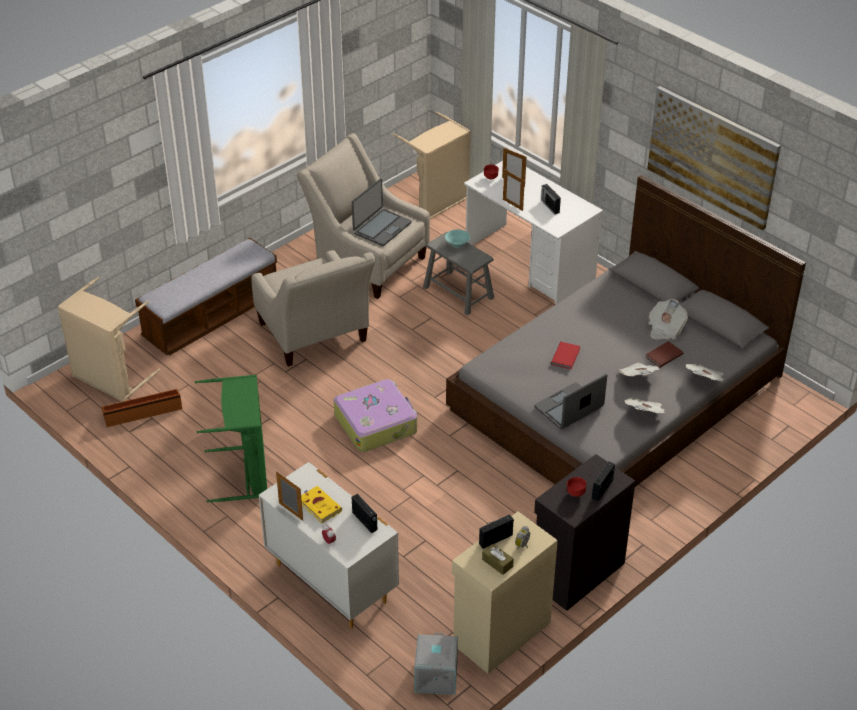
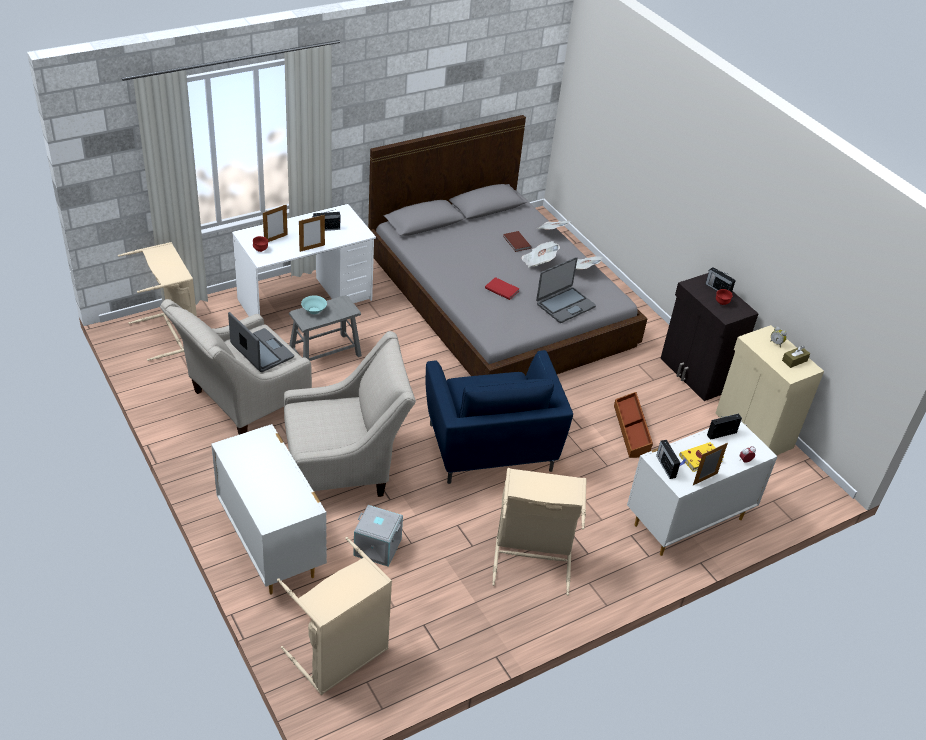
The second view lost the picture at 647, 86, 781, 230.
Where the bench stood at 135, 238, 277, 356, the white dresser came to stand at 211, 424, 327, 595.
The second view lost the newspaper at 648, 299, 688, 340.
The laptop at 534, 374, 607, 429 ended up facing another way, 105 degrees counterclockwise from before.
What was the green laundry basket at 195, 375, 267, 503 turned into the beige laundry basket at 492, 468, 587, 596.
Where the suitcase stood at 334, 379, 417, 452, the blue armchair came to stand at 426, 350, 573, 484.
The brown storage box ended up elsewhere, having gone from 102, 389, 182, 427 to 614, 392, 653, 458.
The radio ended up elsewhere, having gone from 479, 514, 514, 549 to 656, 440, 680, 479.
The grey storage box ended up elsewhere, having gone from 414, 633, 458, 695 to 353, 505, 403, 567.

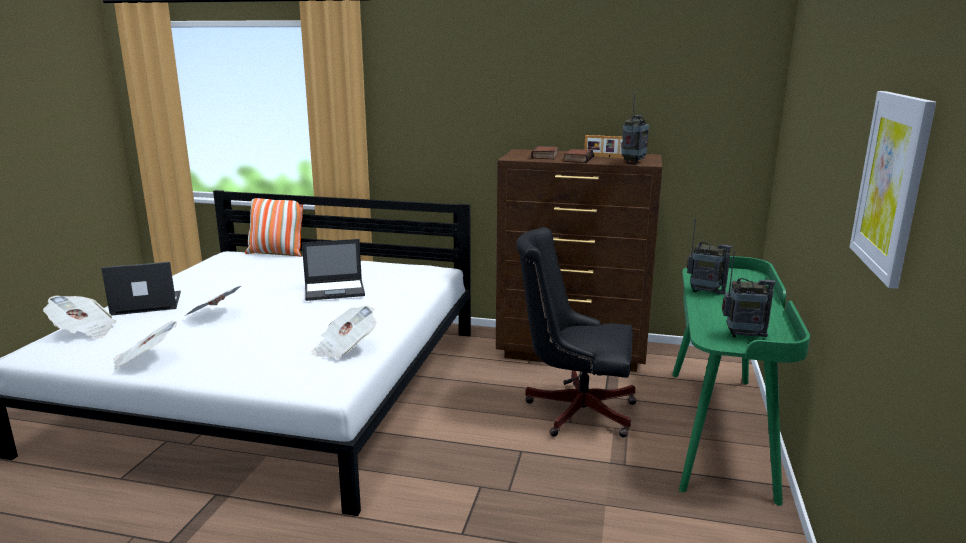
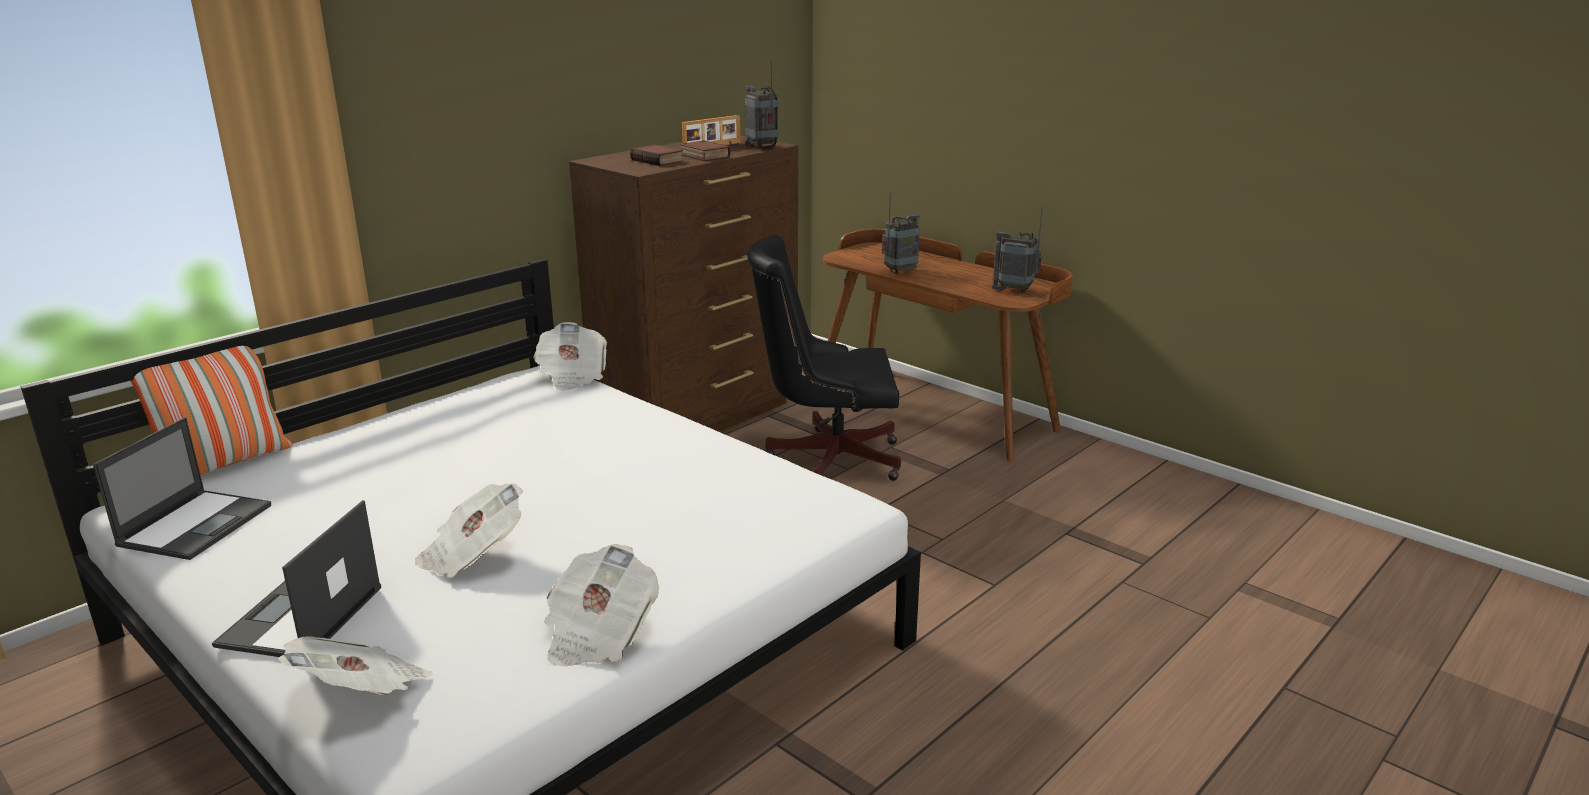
The second view lost the picture at 850, 91, 936, 289.
The black office chair at 516, 227, 637, 437 ended up facing another way, 45 degrees clockwise from before.
The laptop ended up elsewhere, having gone from 302, 239, 365, 301 to 93, 417, 271, 560.
The radio at 722, 251, 775, 338 ended up facing another way, 105 degrees counterclockwise from before.
What was the green desk at 672, 256, 810, 506 turned into the brown desk at 823, 229, 1073, 461.
The newspaper ended up elsewhere, having gone from 312, 306, 377, 359 to 533, 322, 607, 391.

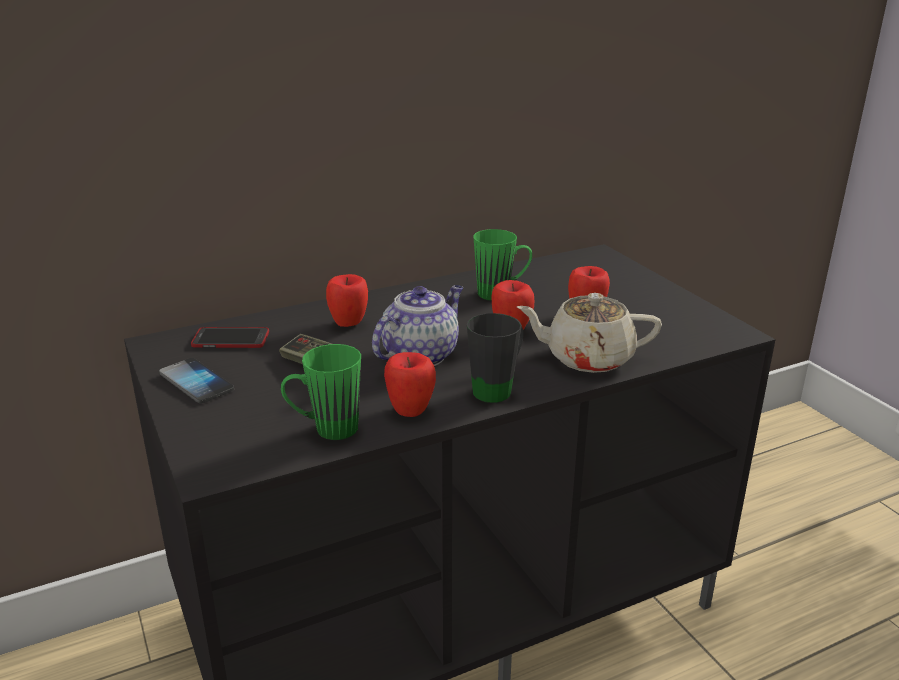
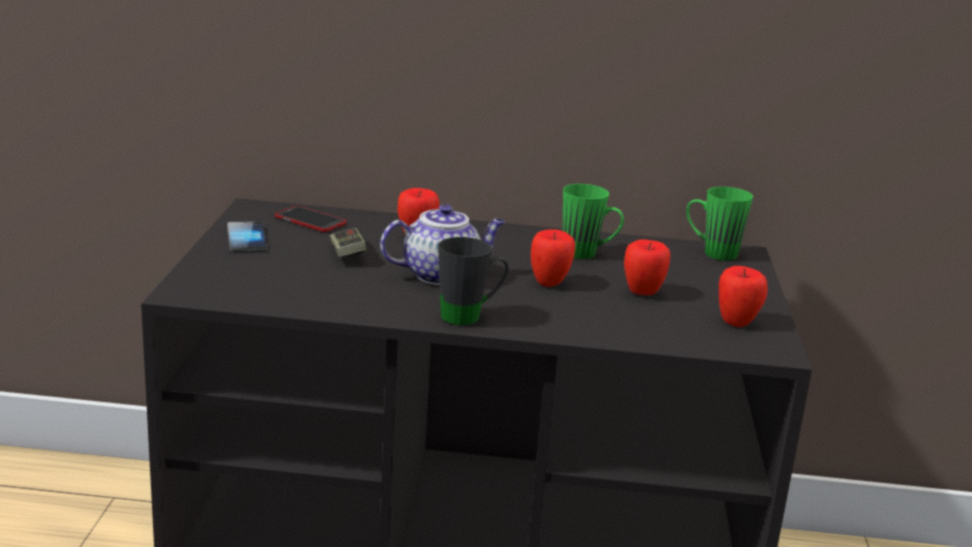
The second view lost the beige teapot at 517, 293, 662, 373.
The green mug ended up elsewhere, having gone from 281, 344, 361, 440 to 686, 187, 753, 261.
The apple ended up elsewhere, having gone from 384, 352, 436, 417 to 719, 266, 768, 327.

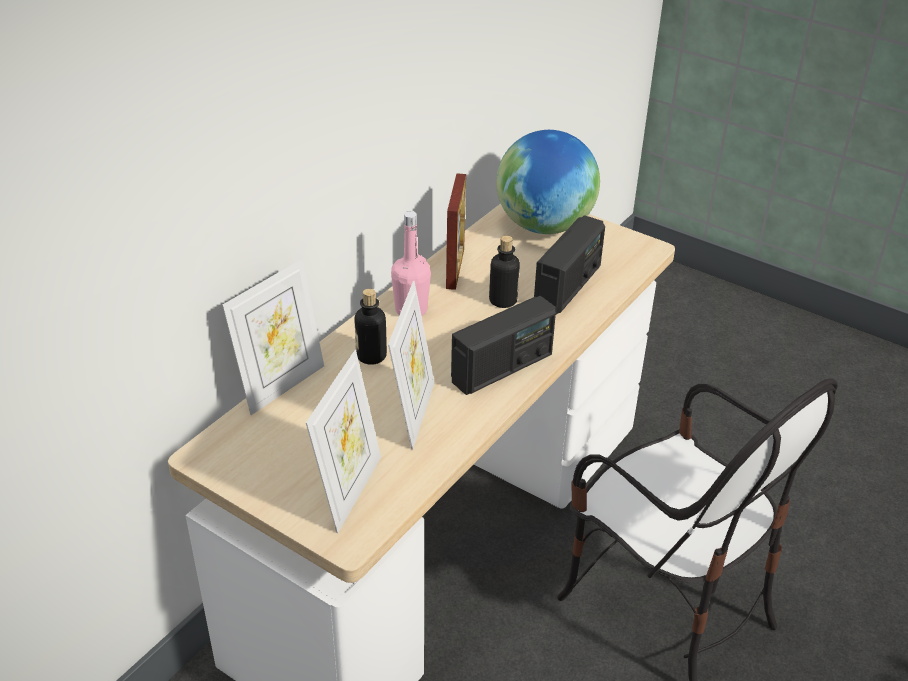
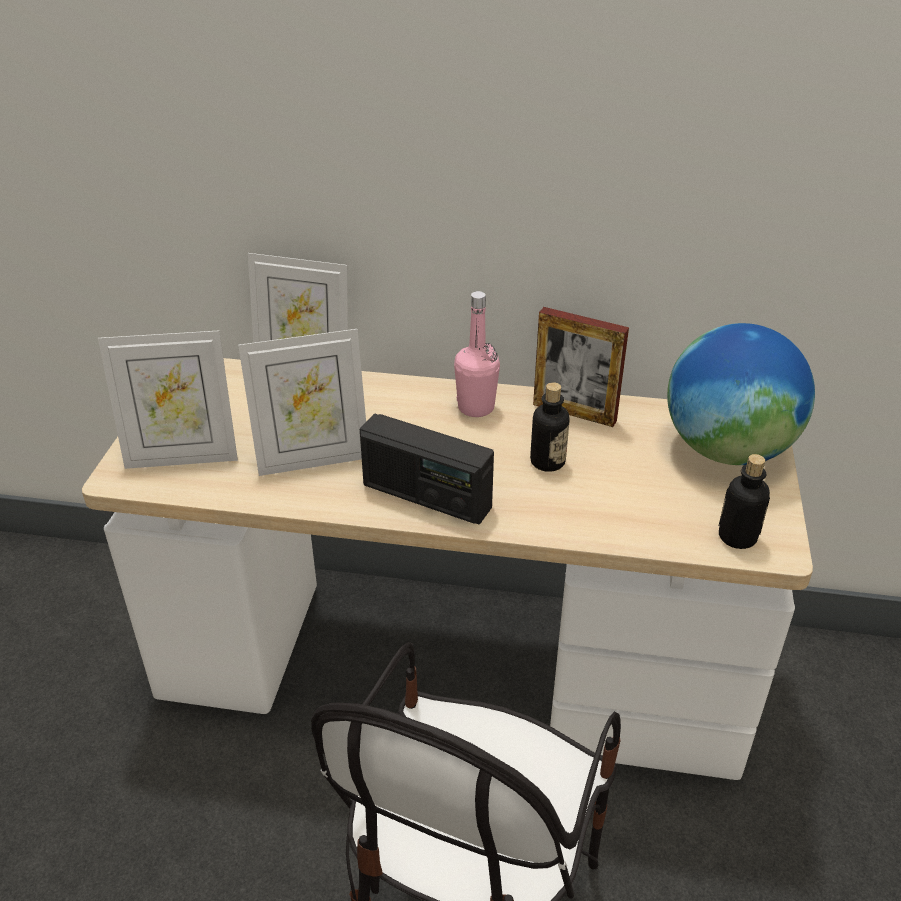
The picture frame at 446, 173, 466, 290 ended up facing another way, 45 degrees clockwise from before.
The second view lost the radio at 534, 215, 605, 315.
The bottle ended up elsewhere, having gone from 354, 289, 387, 365 to 719, 454, 770, 549.

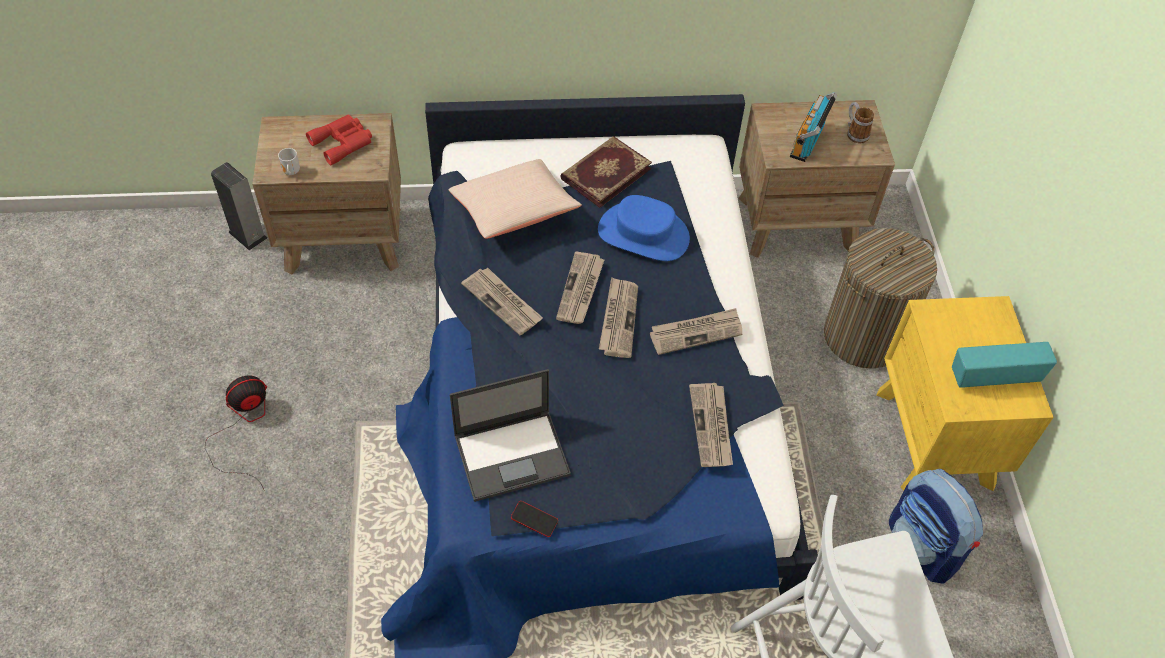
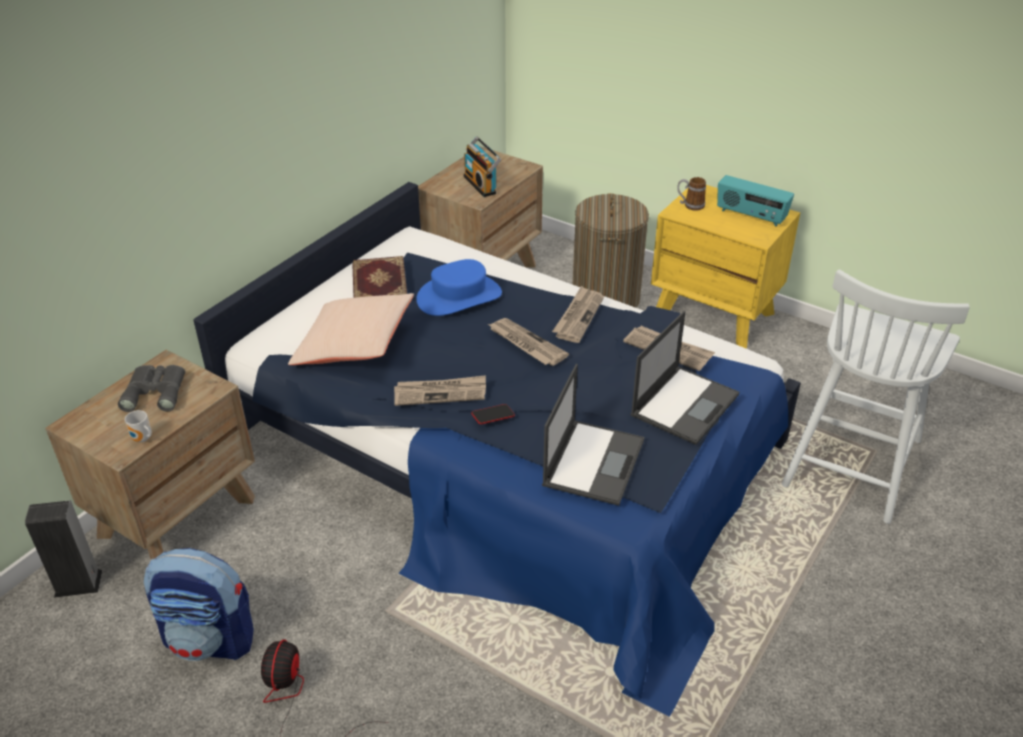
The mug ended up elsewhere, having gone from 847, 102, 874, 143 to 677, 177, 706, 211.
What was the red binoculars at 306, 115, 372, 165 turned into the grey binoculars at 118, 365, 185, 412.
The second view lost the newspaper at 556, 251, 605, 324.
The radio at 952, 342, 1057, 388 ended up facing another way, 90 degrees counterclockwise from before.
The backpack ended up elsewhere, having gone from 889, 469, 983, 584 to 144, 548, 254, 661.
The phone ended up elsewhere, having gone from 511, 501, 558, 537 to 471, 404, 515, 424.
The second view gained the laptop at 630, 311, 739, 445.

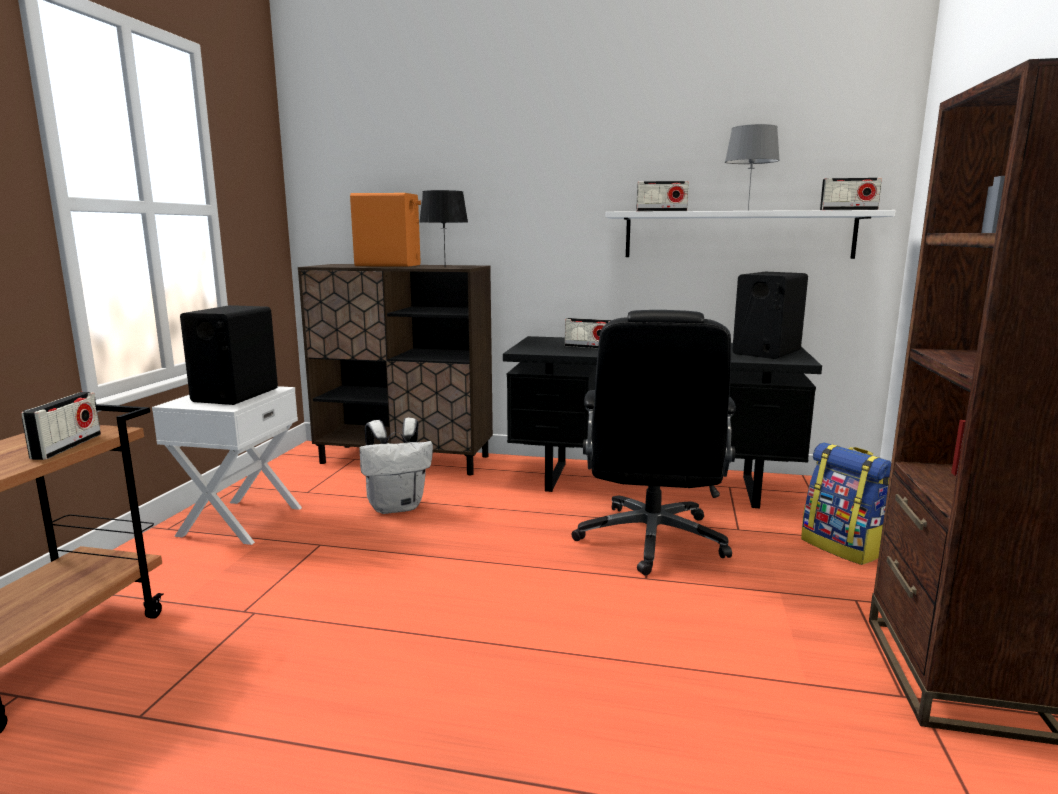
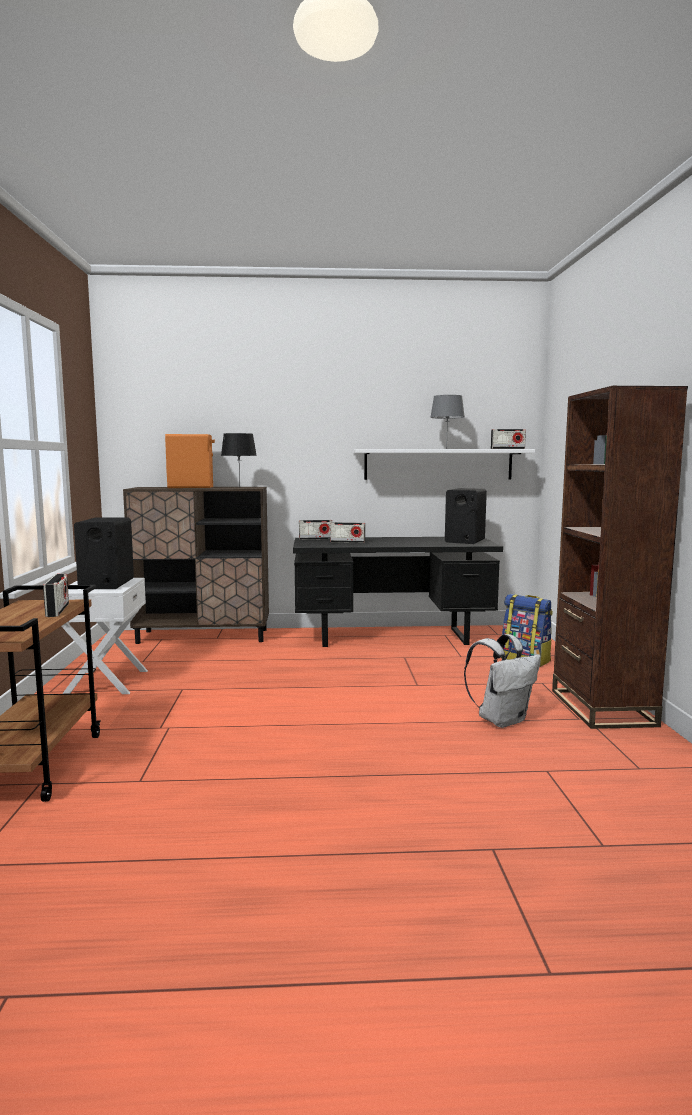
The radio ended up elsewhere, having gone from 636, 181, 689, 211 to 299, 520, 332, 540.
The second view lost the black office chair at 571, 310, 736, 576.
The white backpack ended up elsewhere, having gone from 359, 418, 433, 514 to 464, 634, 541, 728.

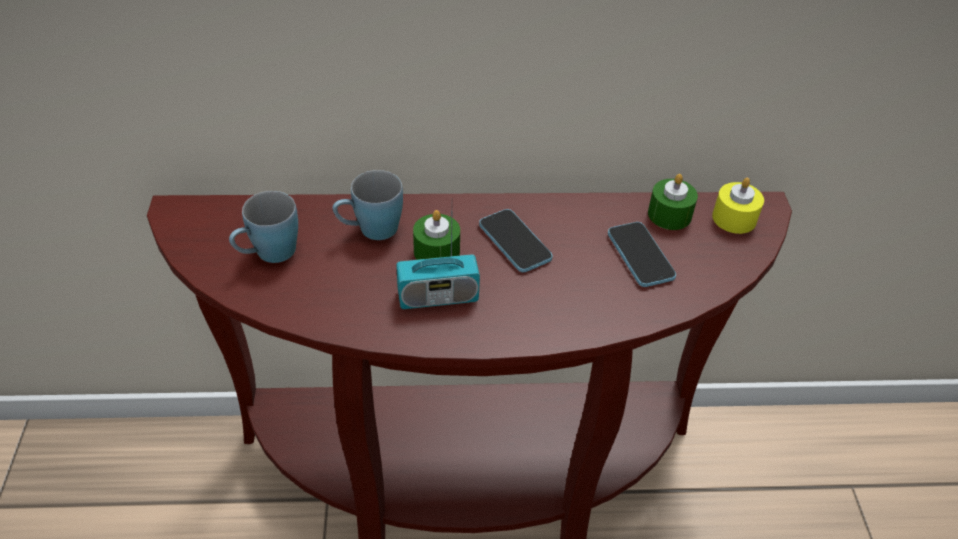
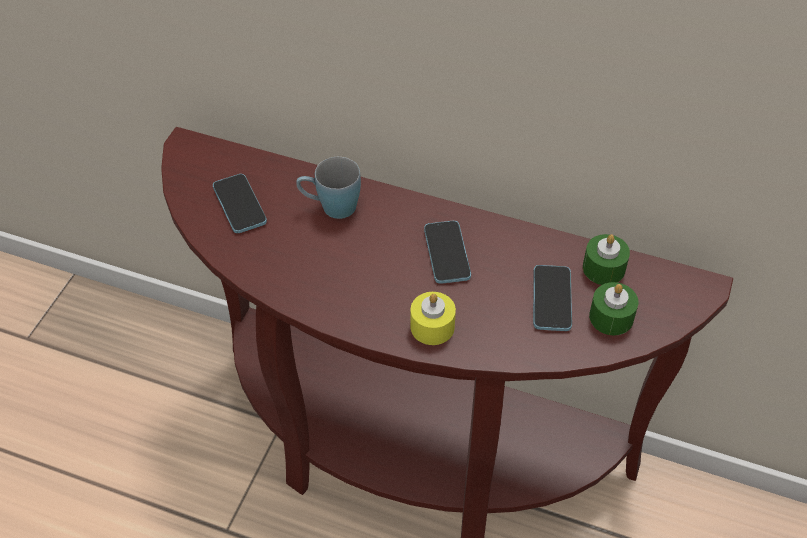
The yellow candle ended up elsewhere, having gone from 712, 178, 764, 234 to 410, 292, 456, 345.
Where the blue mug stood at 229, 191, 298, 263, the phone came to stand at 213, 174, 267, 233.
The green candle ended up elsewhere, having gone from 413, 210, 460, 260 to 589, 282, 638, 336.
The second view lost the radio at 396, 214, 480, 309.

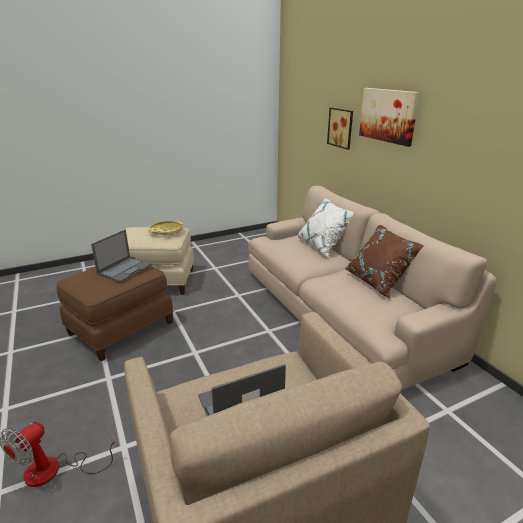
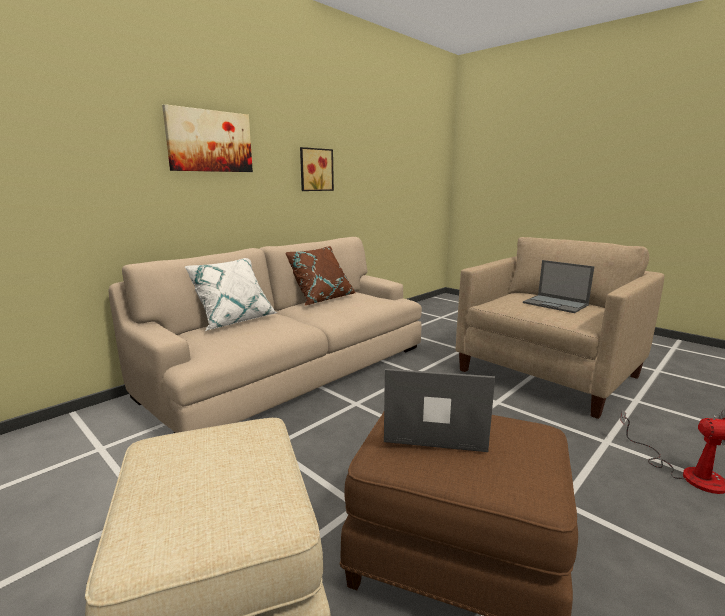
The picture ended up elsewhere, having gone from 327, 108, 353, 150 to 300, 147, 334, 191.
The second view lost the yellow tray at 148, 221, 183, 236.

